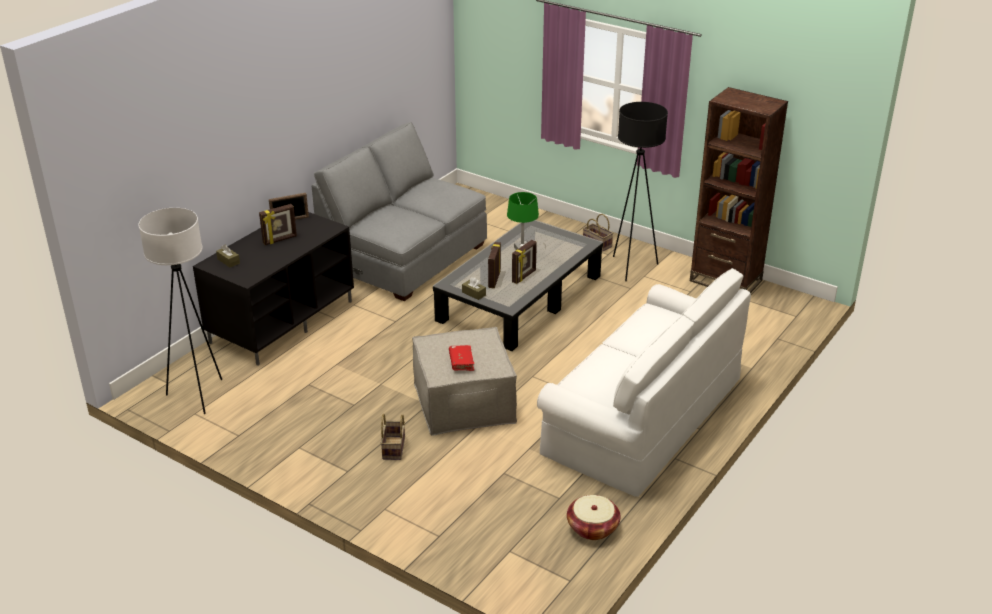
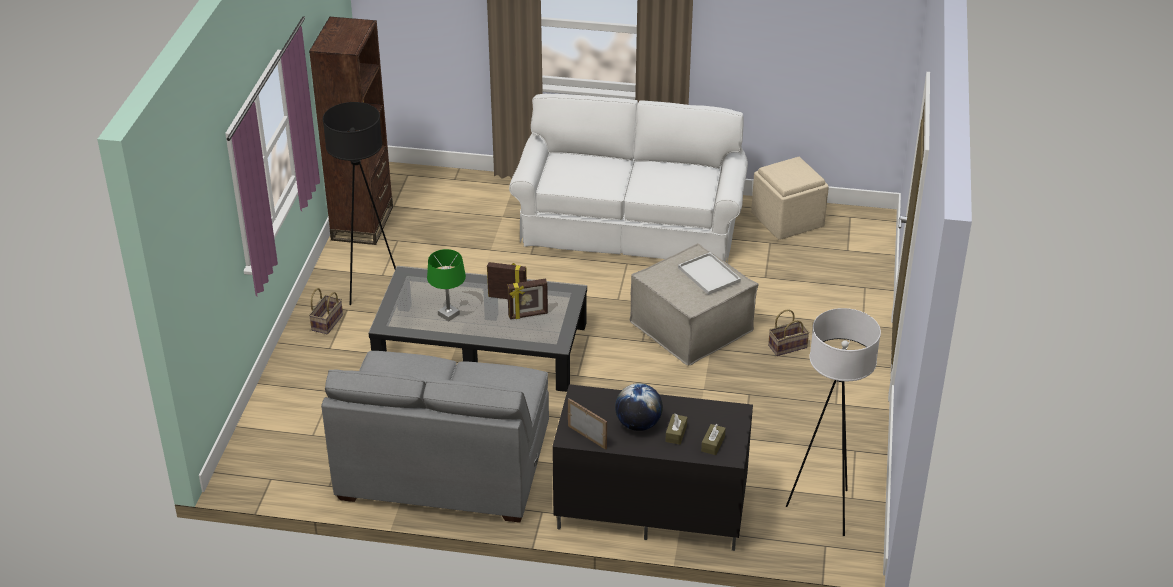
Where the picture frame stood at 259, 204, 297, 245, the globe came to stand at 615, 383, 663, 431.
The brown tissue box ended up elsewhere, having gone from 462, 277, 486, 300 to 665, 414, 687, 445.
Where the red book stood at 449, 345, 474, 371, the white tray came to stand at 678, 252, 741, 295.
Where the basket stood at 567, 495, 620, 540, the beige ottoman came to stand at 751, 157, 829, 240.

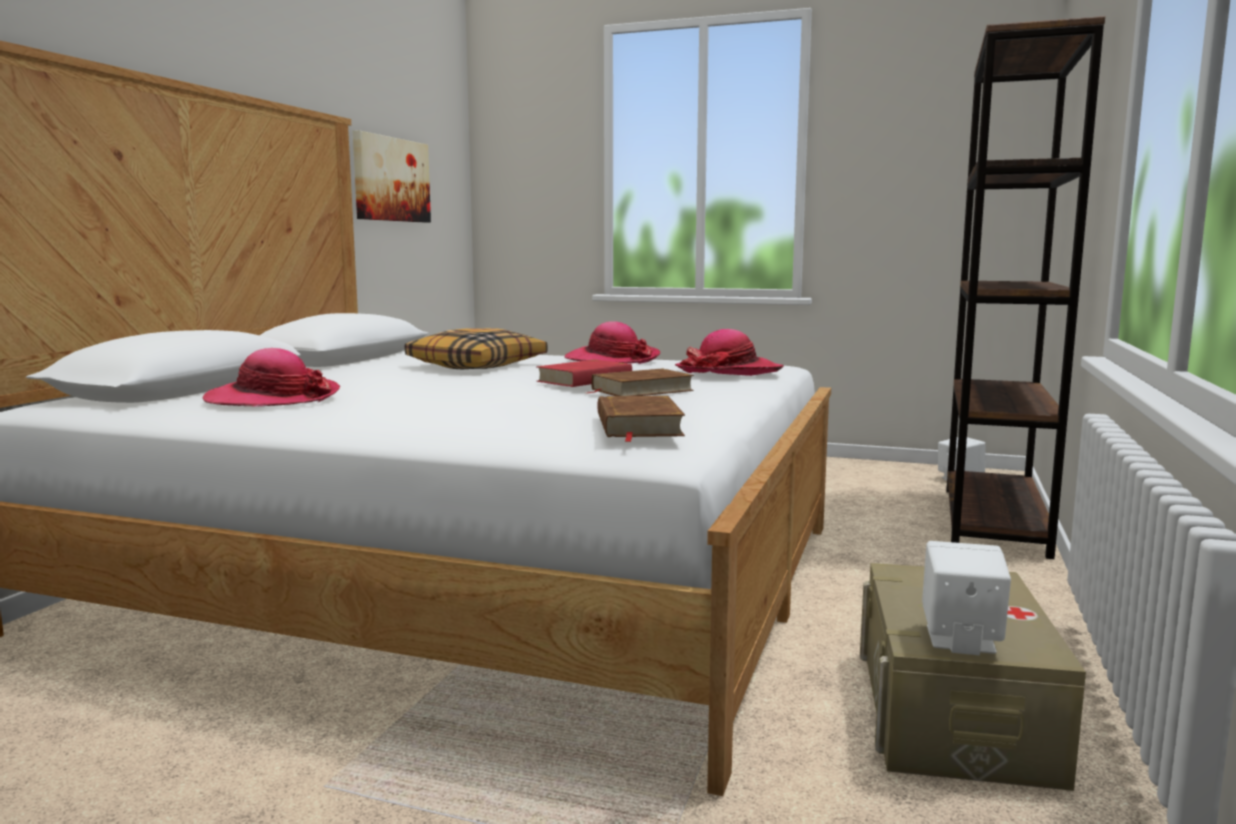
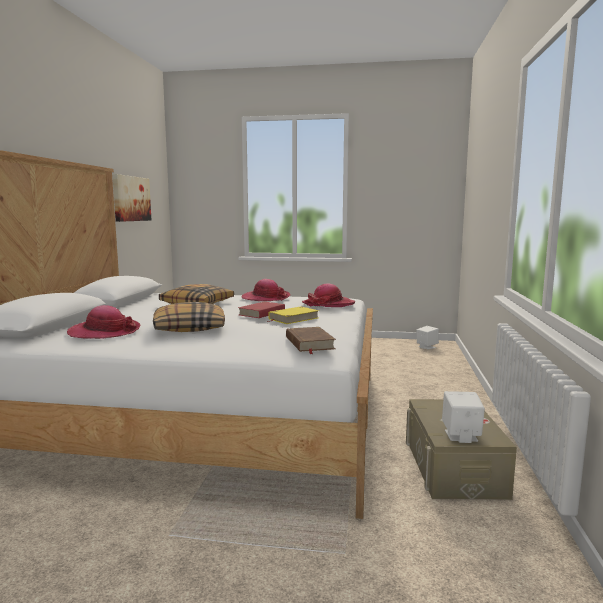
The second view lost the brown bookcase at 946, 16, 1105, 559.
What was the brown book at 586, 368, 694, 396 turned into the yellow book at 266, 306, 319, 324.
The second view gained the pillow at 153, 302, 225, 332.

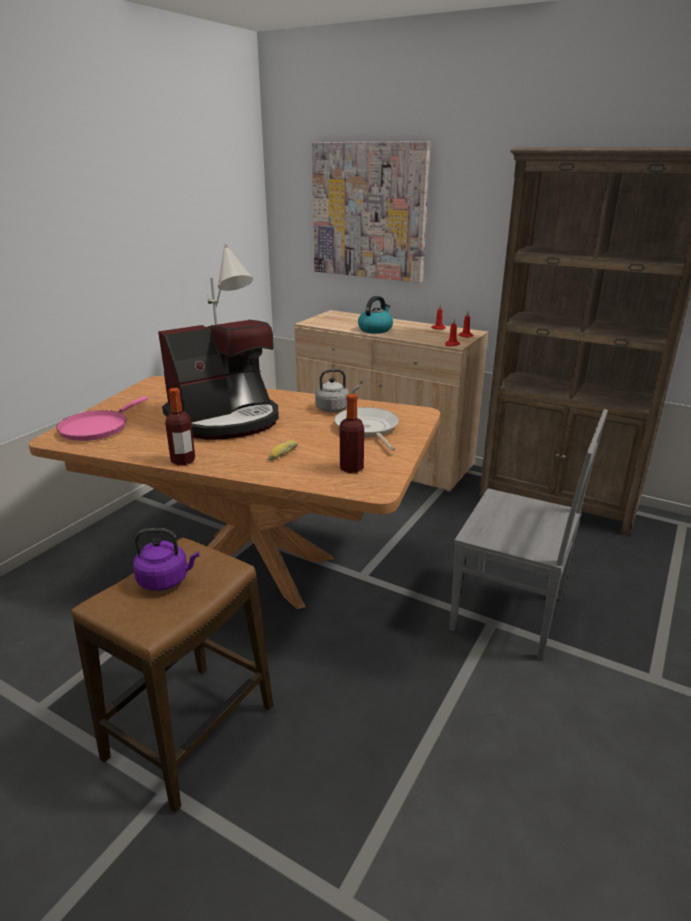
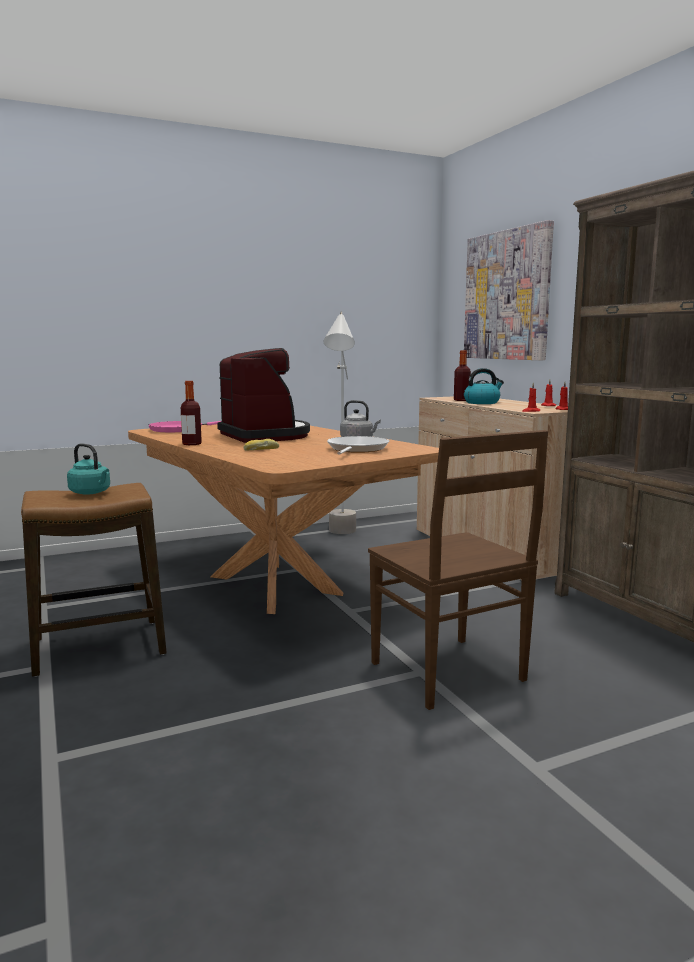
The coffee machine at 158, 320, 279, 440 ended up facing another way, 120 degrees counterclockwise from before.
The bottle ended up elsewhere, having gone from 340, 394, 364, 473 to 454, 350, 471, 401.
What was the grey chair at 450, 409, 608, 660 turned into the brown chair at 368, 430, 548, 710.
What was the purple kettle at 133, 528, 200, 591 turned into the turquoise kettle at 67, 443, 110, 495.

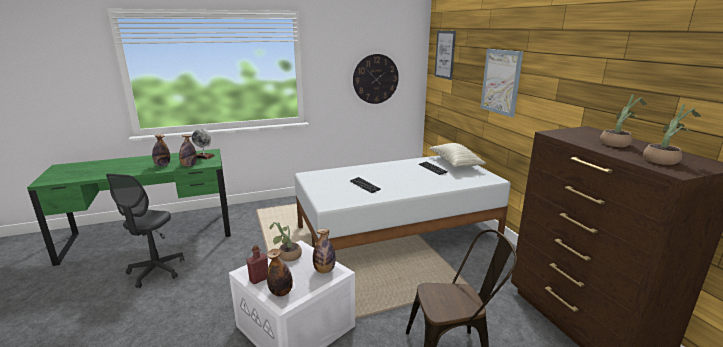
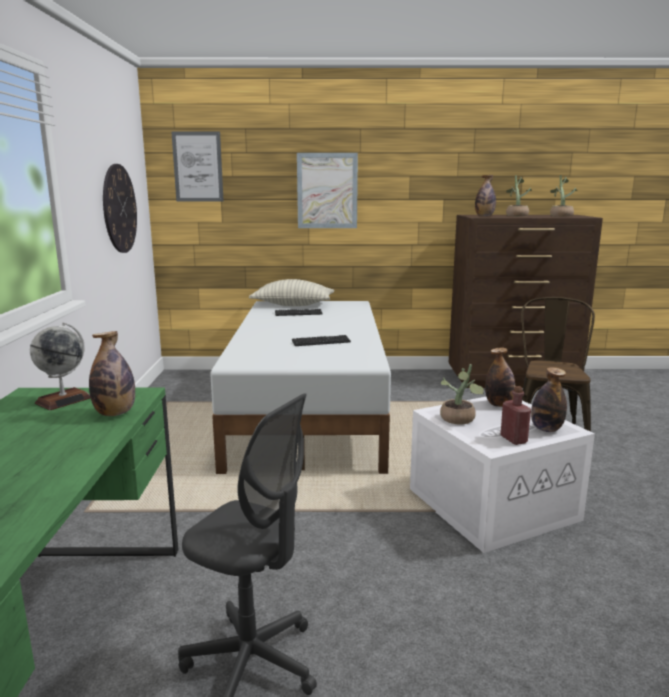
The bottle ended up elsewhere, having gone from 152, 134, 170, 166 to 475, 175, 496, 216.

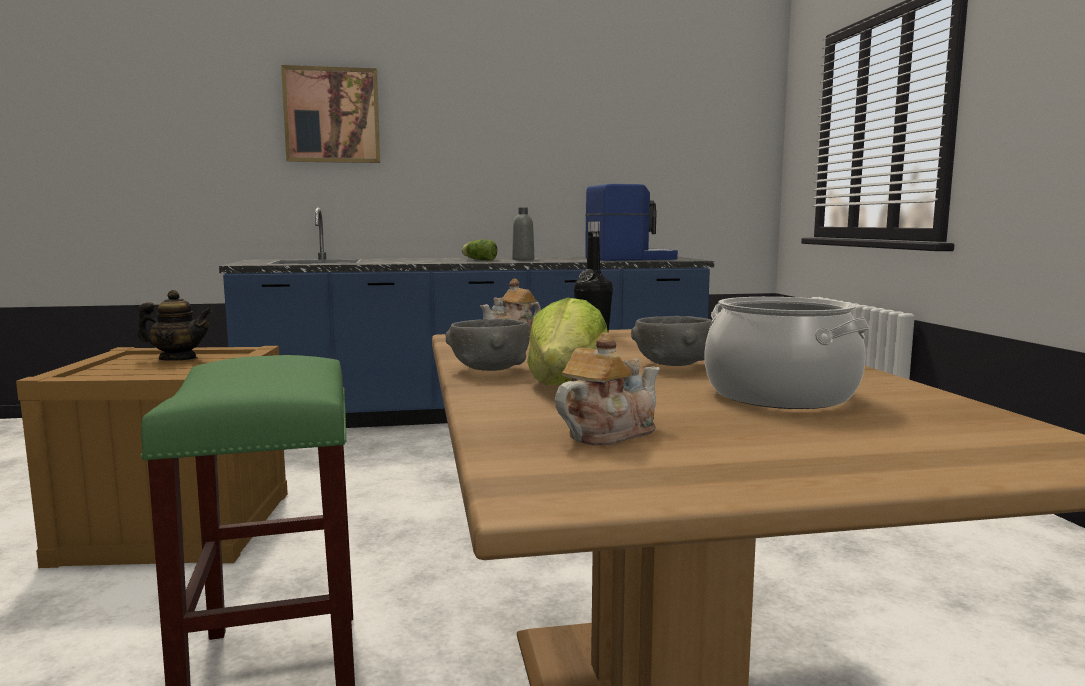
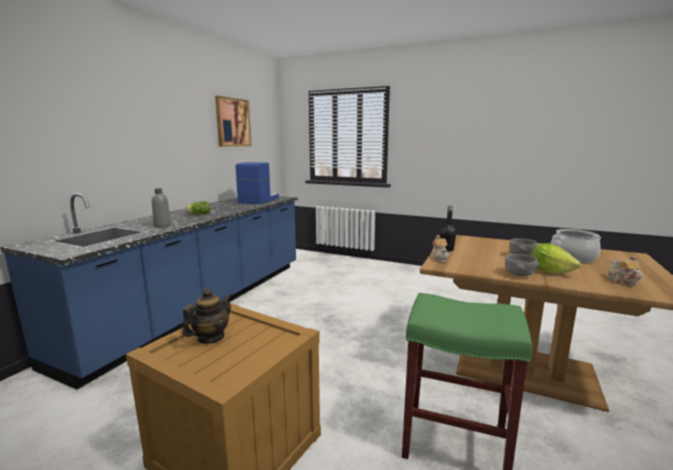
The picture ended up elsewhere, having gone from 281, 65, 380, 163 to 215, 96, 252, 147.
The grey bottle ended up elsewhere, having gone from 512, 207, 534, 260 to 152, 188, 171, 228.

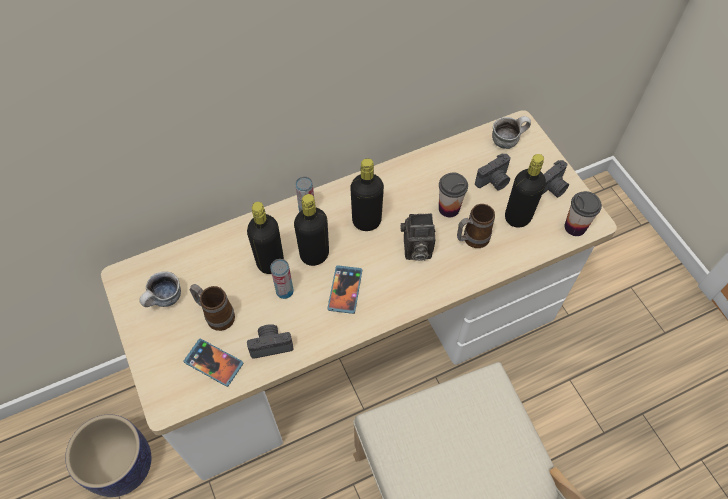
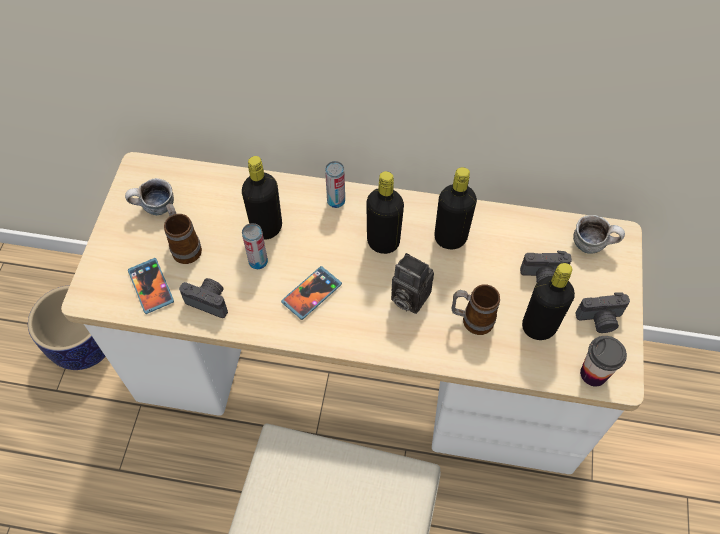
The second view lost the cup at 439, 172, 468, 217.
The black bottle ended up elsewhere, having gone from 294, 194, 329, 266 to 434, 167, 477, 249.

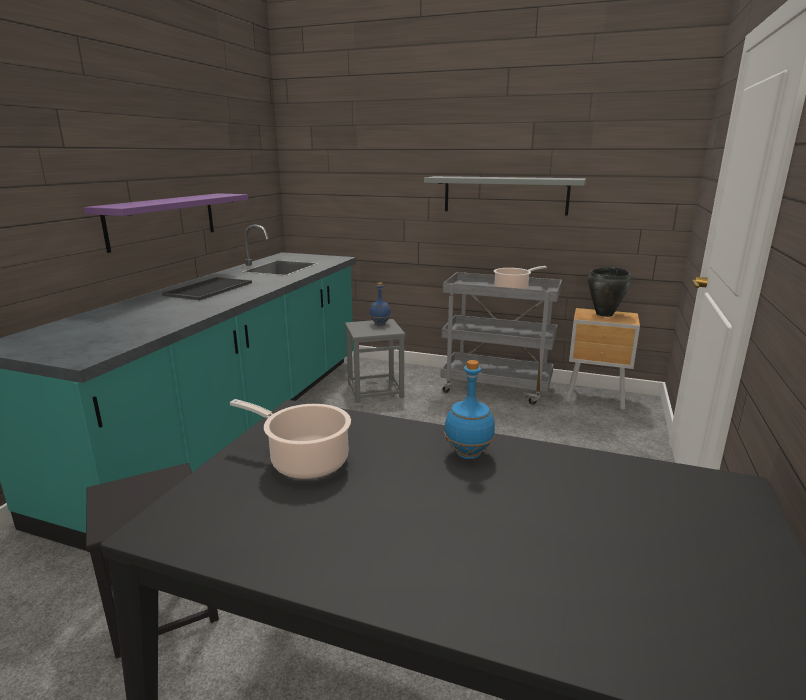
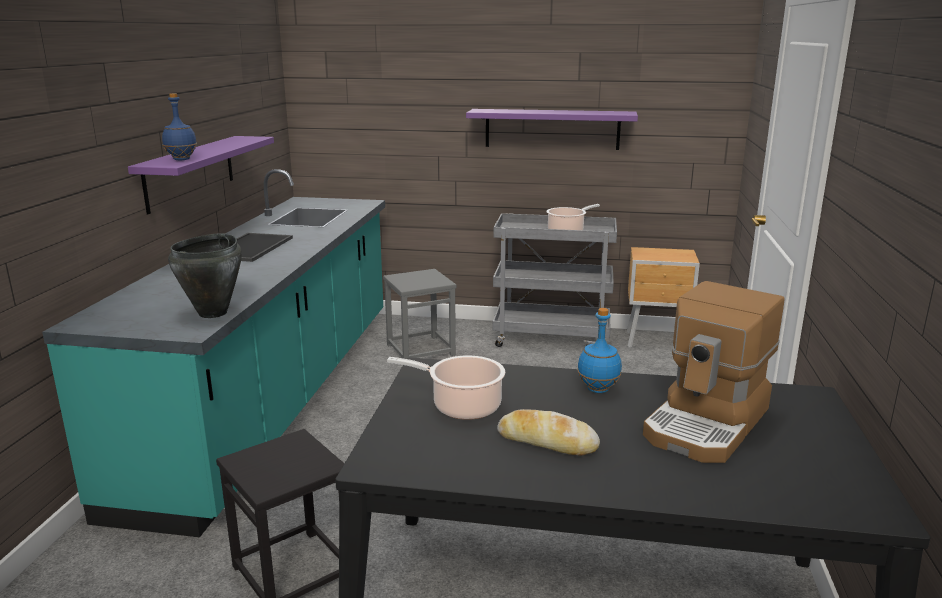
What was the grey shelf at 424, 176, 586, 216 turned into the purple shelf at 466, 109, 638, 150.
The black cooking pot ended up elsewhere, having gone from 588, 267, 631, 317 to 168, 233, 242, 318.
The blue bottle ended up elsewhere, having gone from 370, 282, 391, 326 to 162, 93, 197, 160.
The second view gained the coffee machine at 643, 281, 785, 463.
The second view gained the bread at 497, 409, 600, 455.

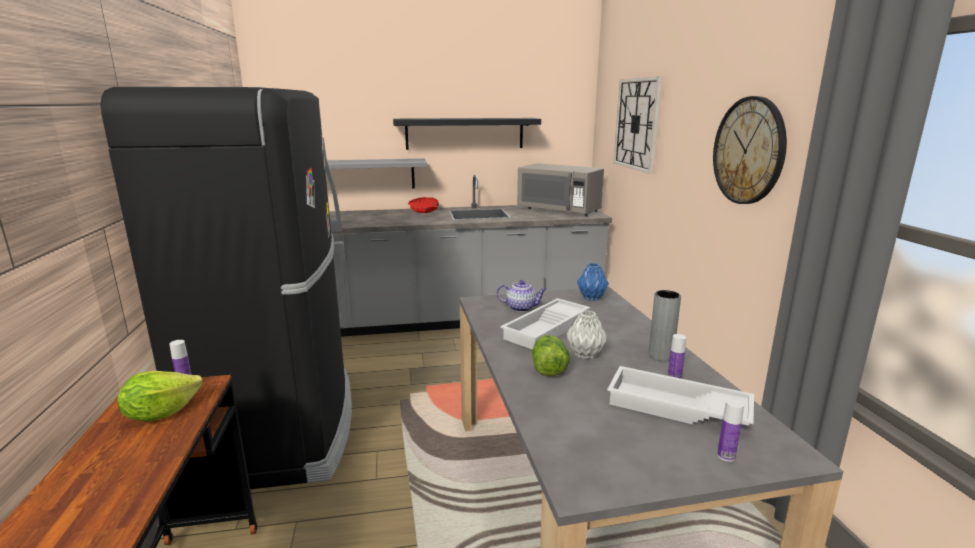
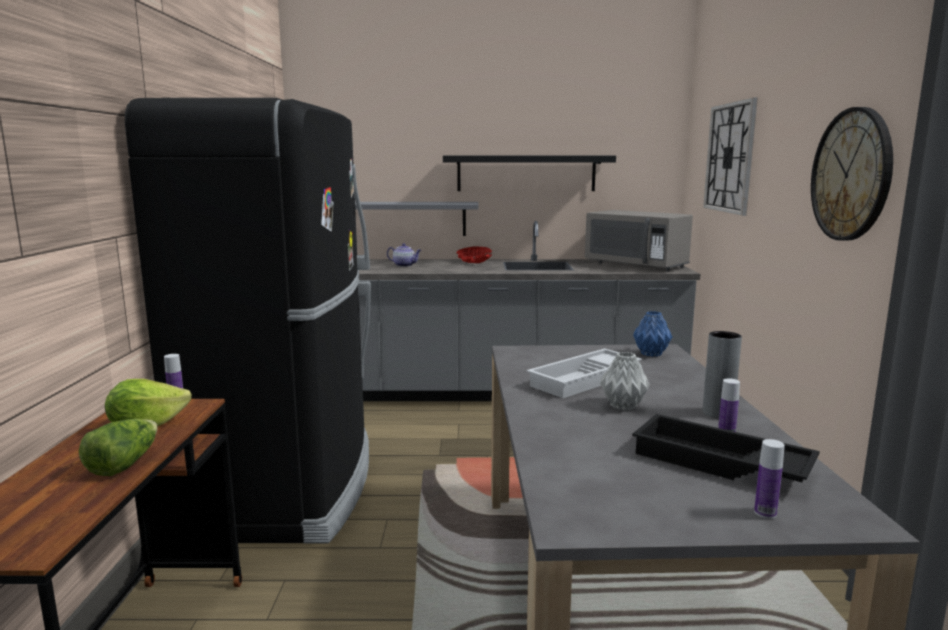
The teapot ended up elsewhere, having gone from 496, 280, 547, 312 to 387, 243, 421, 267.
The lettuce ended up elsewhere, having gone from 532, 335, 570, 376 to 79, 419, 158, 476.
What was the white tray at 607, 366, 754, 426 turned into the black tray at 632, 414, 820, 482.

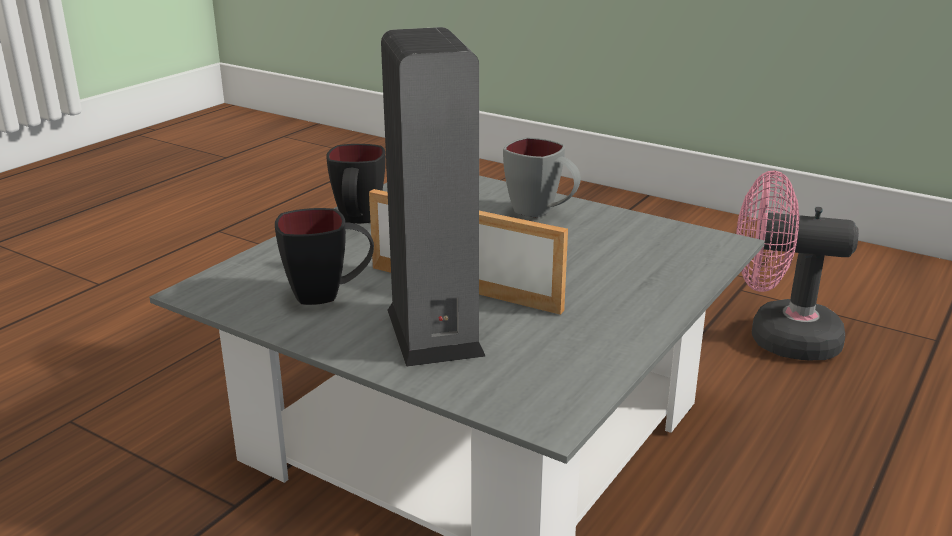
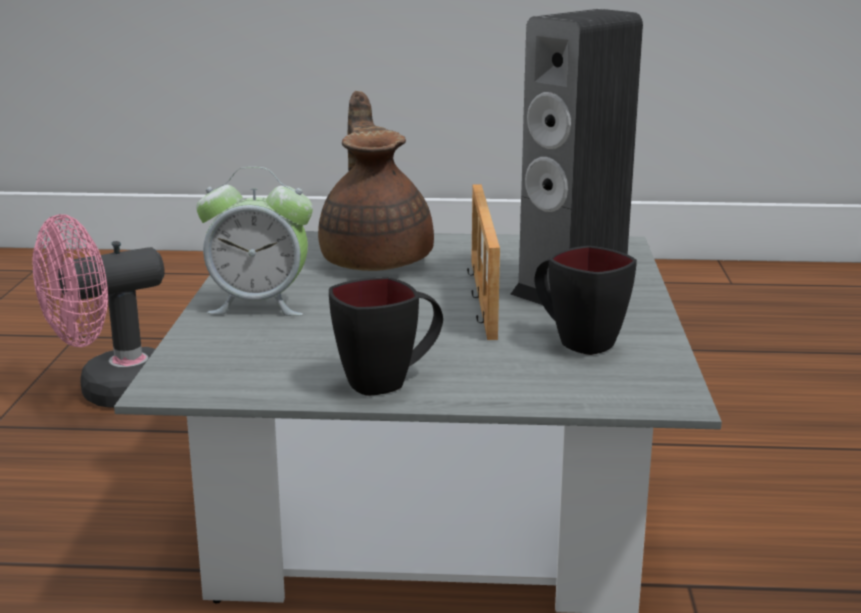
Where the grey mug stood at 503, 137, 581, 218, the alarm clock came to stand at 196, 167, 313, 316.
The pink fan at 736, 170, 859, 360 ended up facing another way, 75 degrees clockwise from before.
The second view gained the brown teapot at 318, 91, 434, 271.

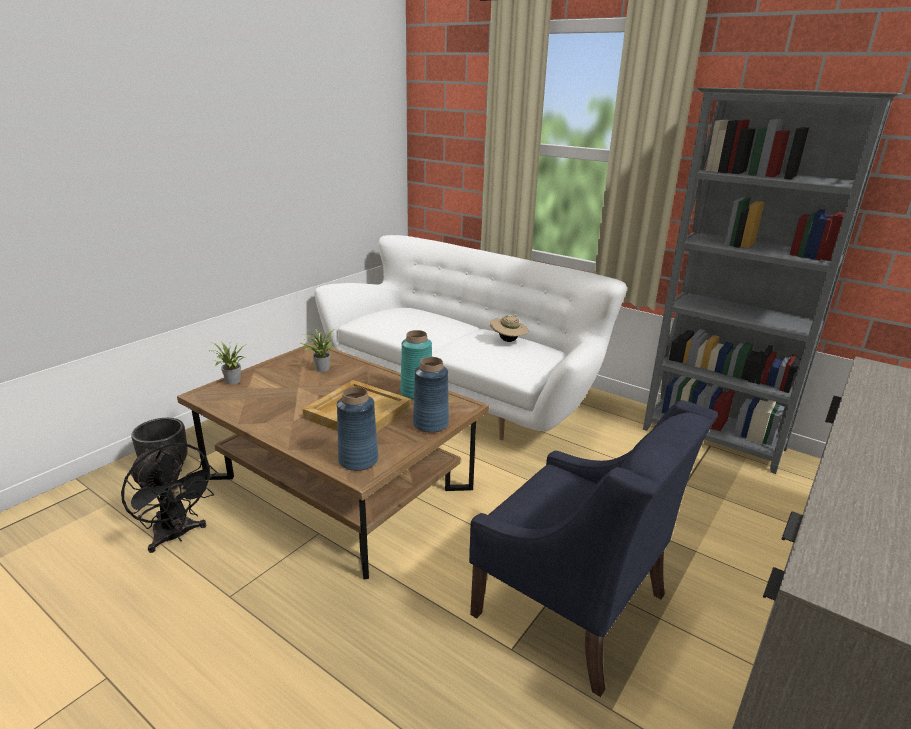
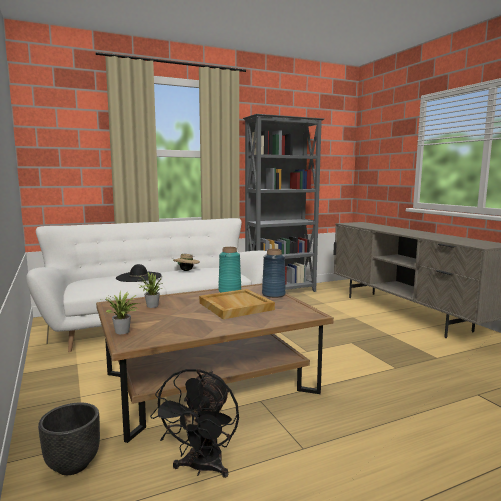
The second view lost the blue vase at 337, 387, 379, 471.
The second view lost the blue armchair at 469, 400, 718, 697.
The black fan at 121, 443, 217, 553 ended up facing another way, 120 degrees clockwise from before.
The second view gained the black hat at 116, 264, 162, 282.

